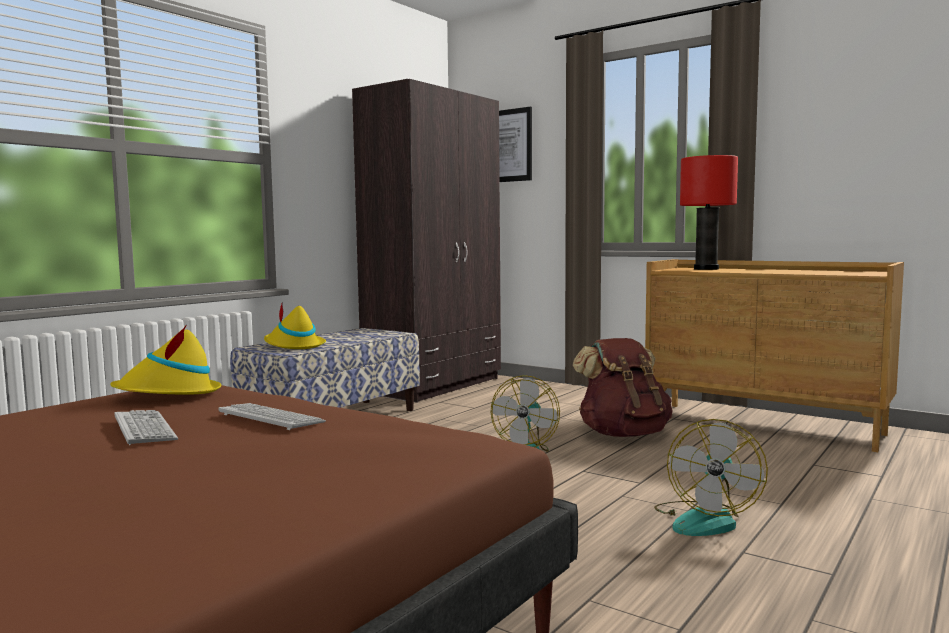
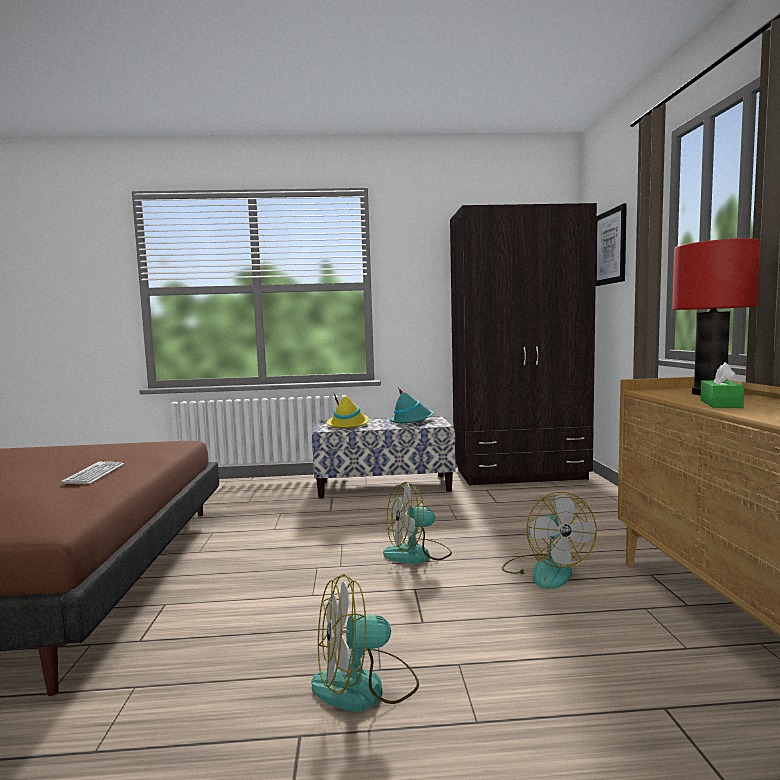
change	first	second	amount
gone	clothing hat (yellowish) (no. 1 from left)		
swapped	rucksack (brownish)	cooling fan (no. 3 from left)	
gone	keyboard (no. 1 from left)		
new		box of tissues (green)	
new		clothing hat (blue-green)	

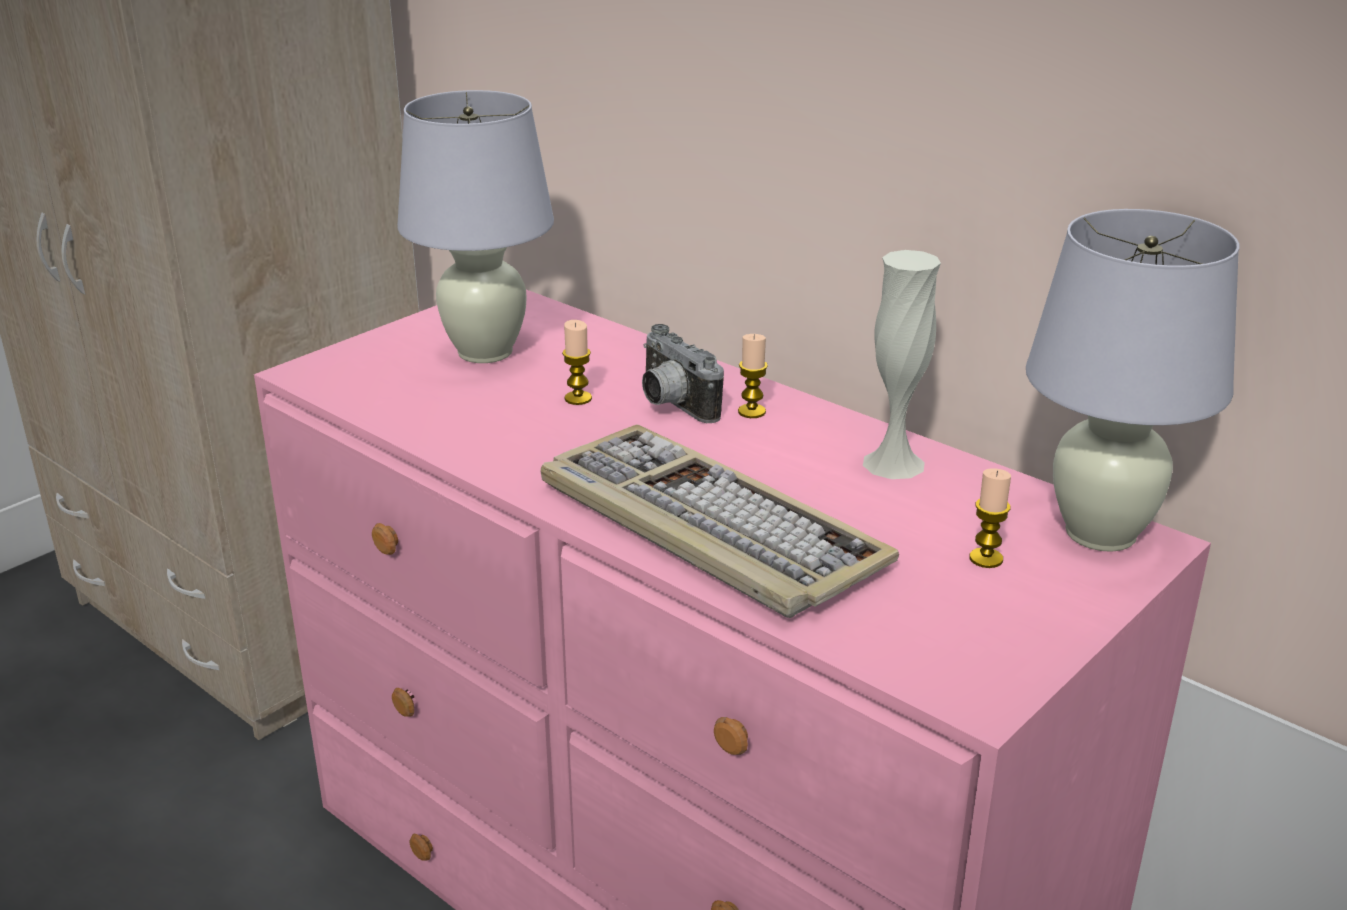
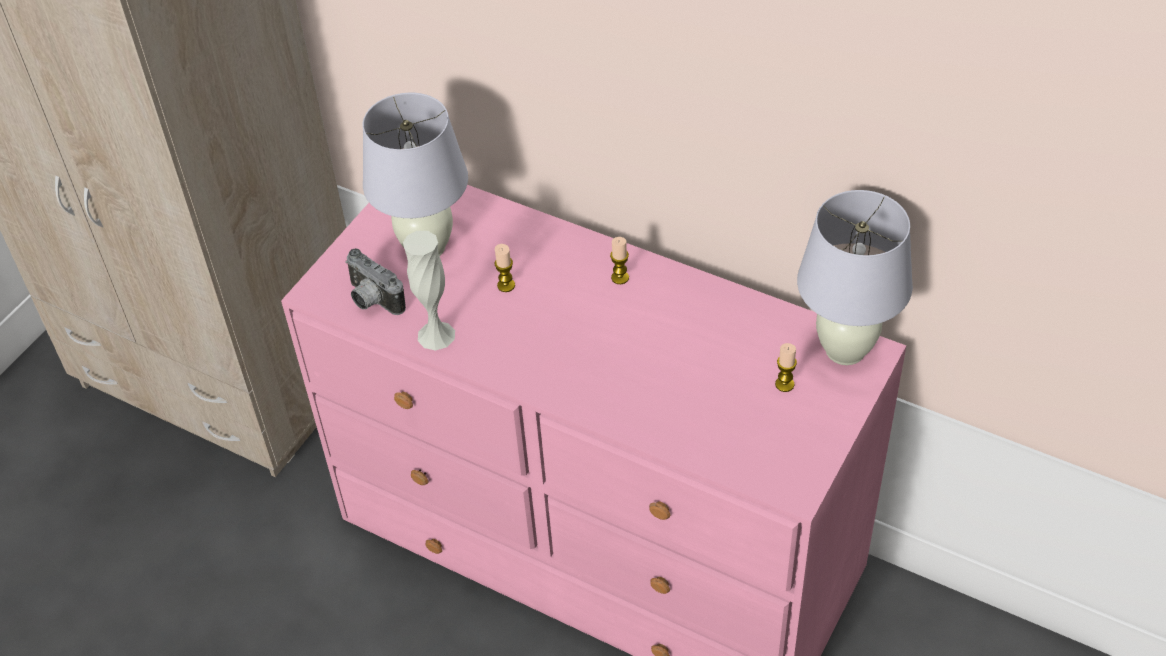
change	first	second	amount
shifted	flower vase (white)		
shifted	photo camera		
gone	keyboard		

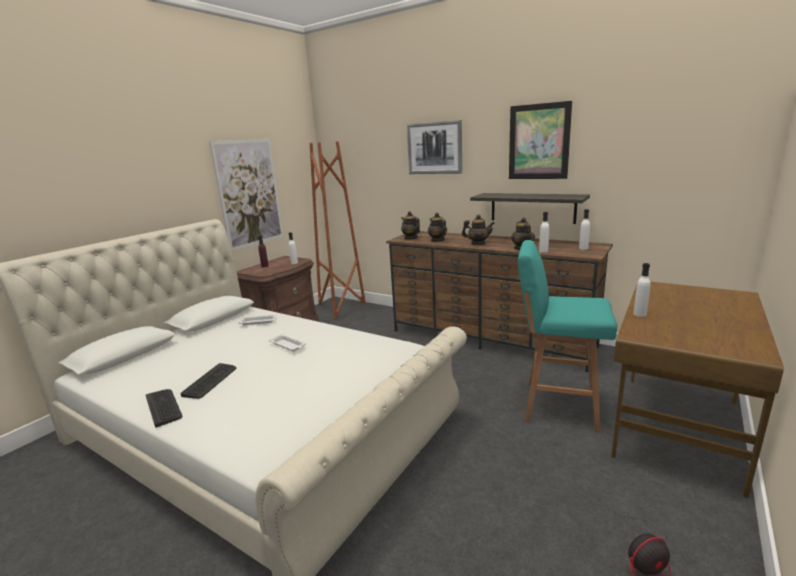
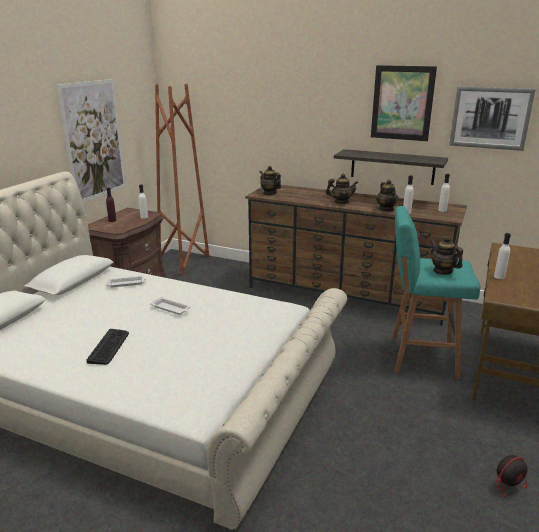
change	first	second	amount
shifted	wall art (no. 2 from left in the first image)	wall art (no. 3 from left)	
shifted	pot for tea (no. 2 from left in the first image)	pot for tea (no. 4 from left)	
gone	keyboard (no. 1 from left)		

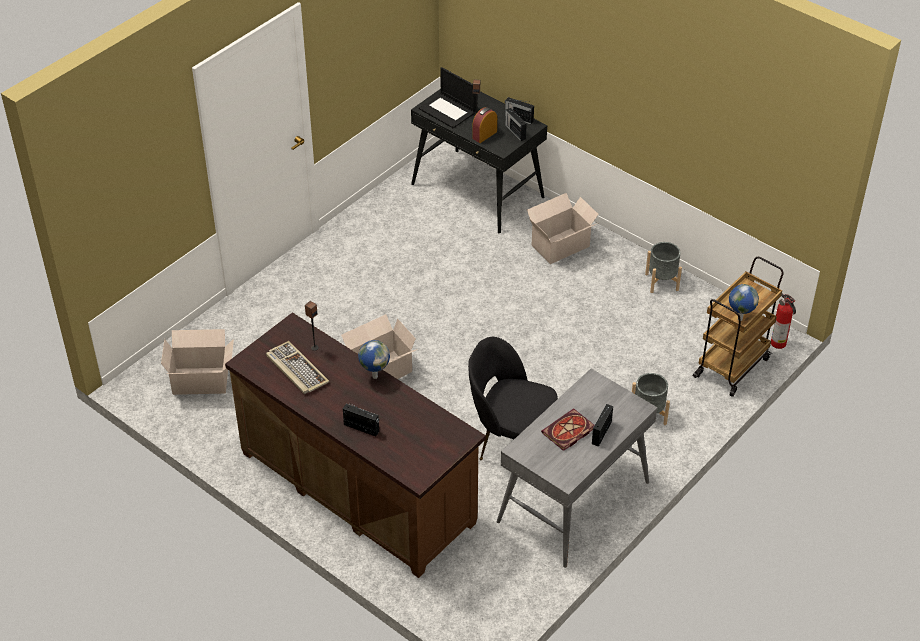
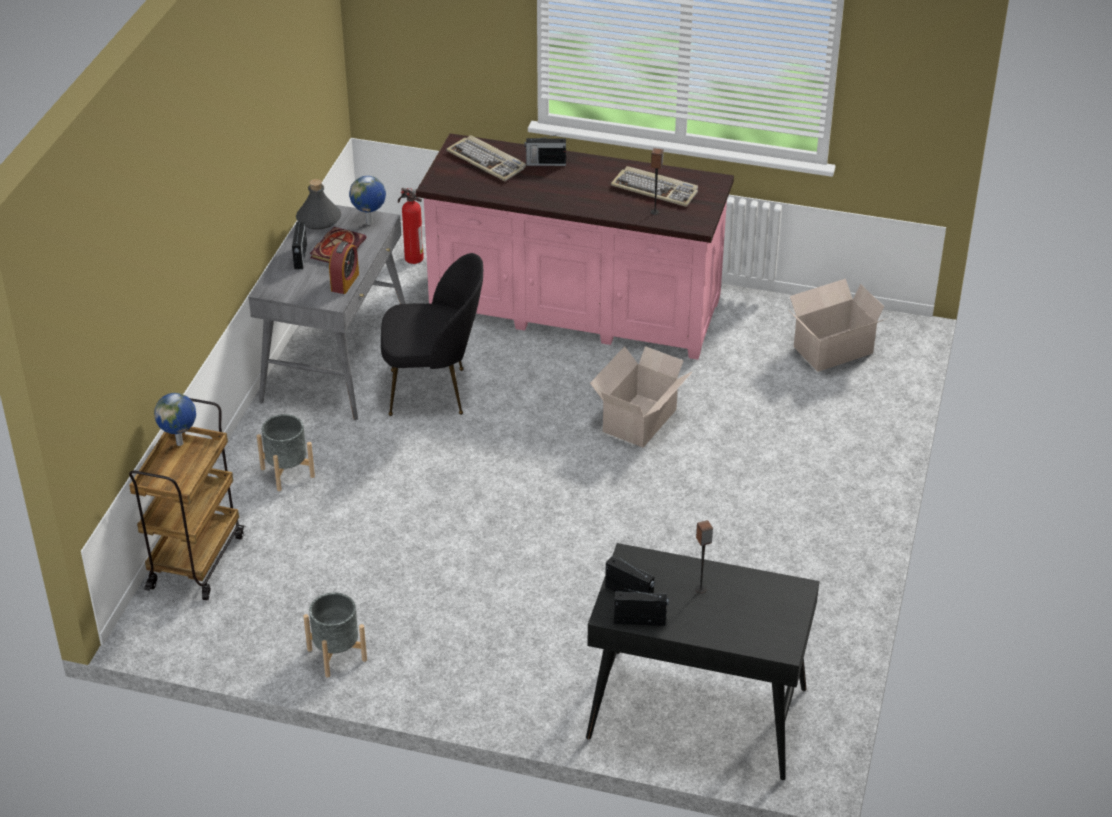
change	first	second	amount
gone	notebook computer		
shifted	alarm clock		
gone	packing box (no. 3 from left)		
shifted	fire-fighting cylinder		
repainted	cabinet (brownish)	cabinet (pinkish)	
shifted	desk globe (no. 1 from left in the first image)	desk globe (no. 2 from left)	
new		keyboard (no. 1 from left)	
new		drink bottle (gray)	

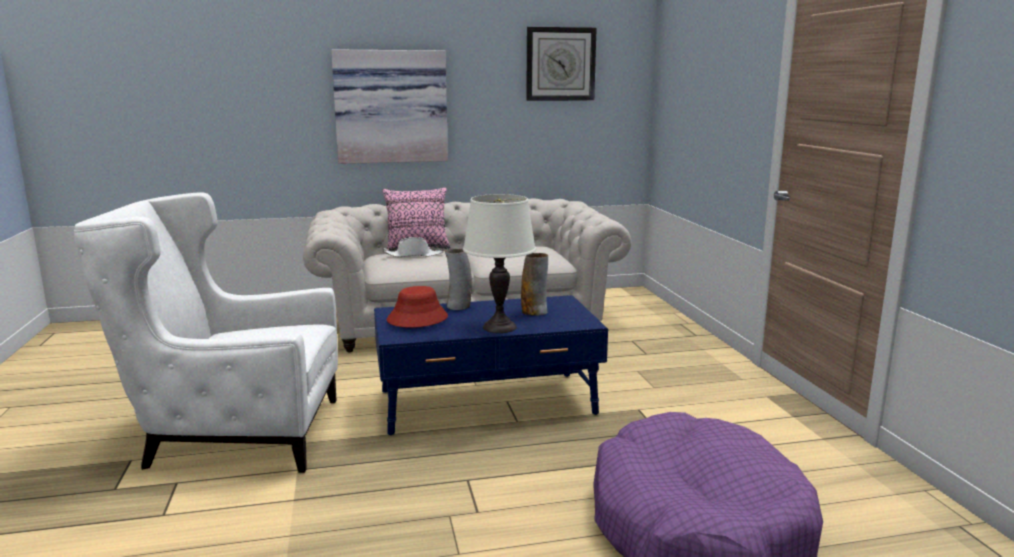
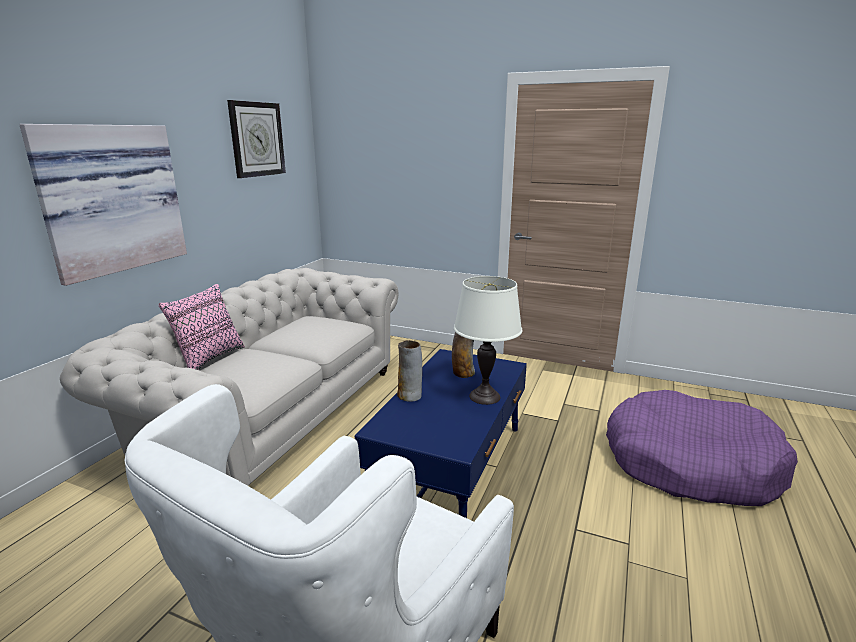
change	first	second	amount
gone	clothing hat (white)		
gone	clothing hat (red)		

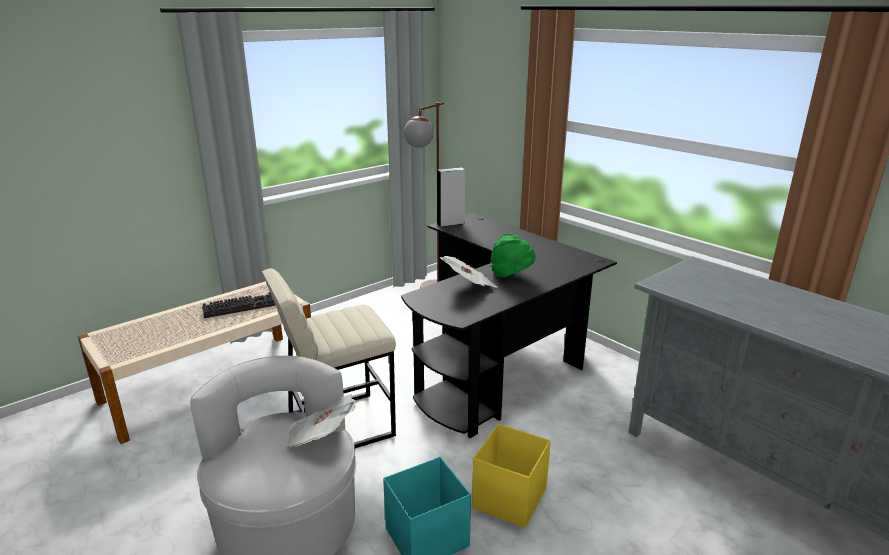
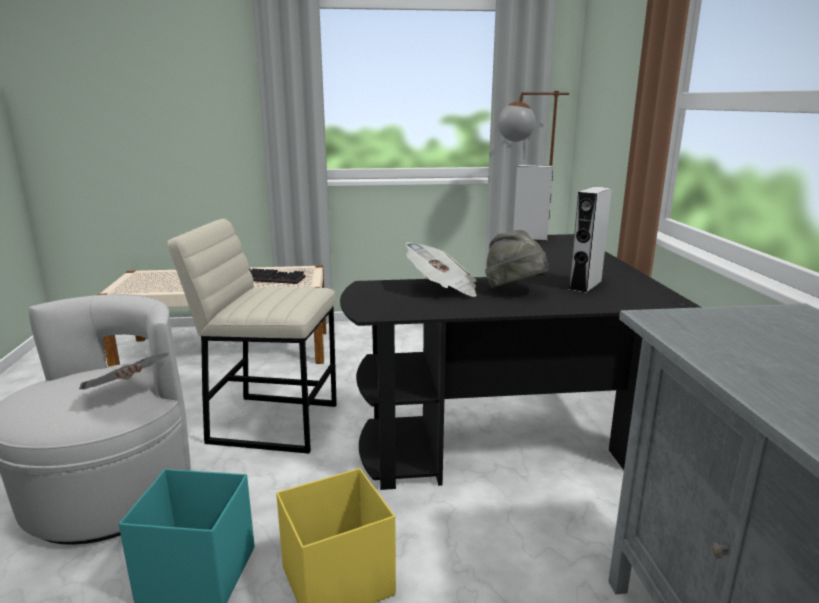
change	first	second	amount
repainted	clothing hat (green)	clothing hat (gray)	
new		audio speaker (gray) (no. 2 from left)	

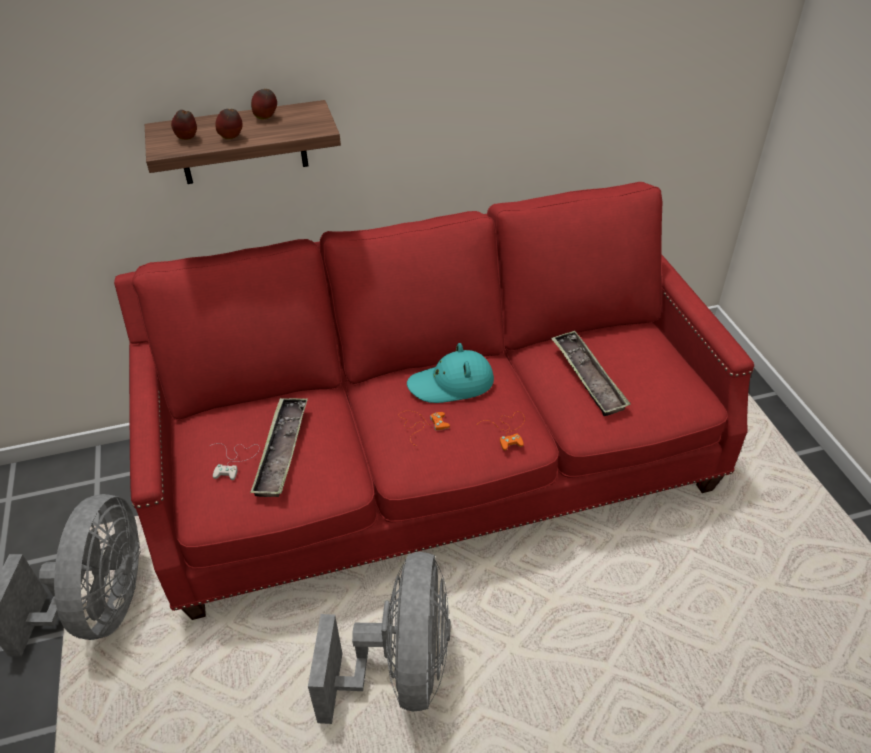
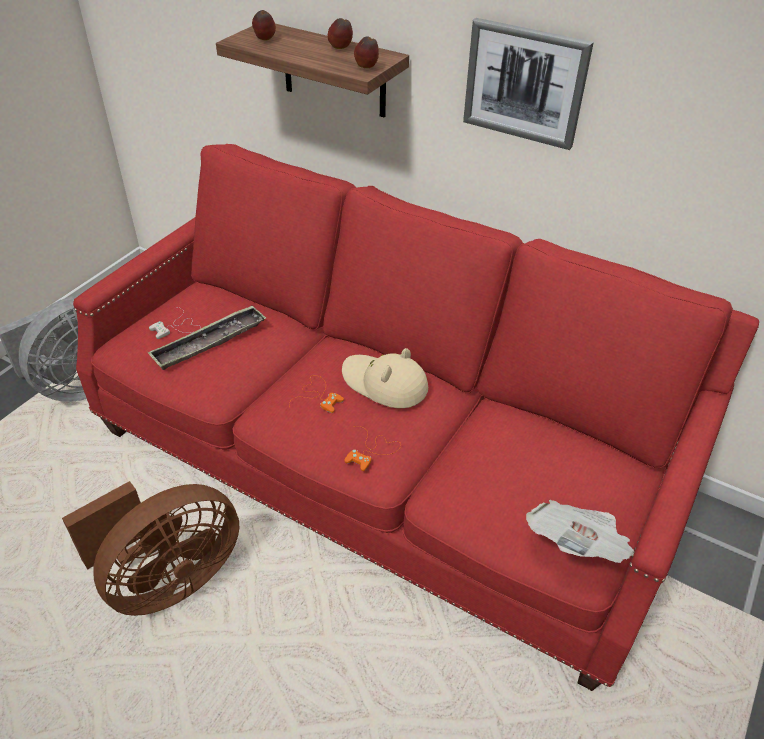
change	first	second	amount
shifted	apple (no. 2 from left in the first image)	apple (no. 3 from left)	
gone	carrying tray (no. 2 from left)		
repainted	clothing hat (blue-green)	clothing hat (sand-coloured)	
repainted	cooling fan (gray) (no. 2 from left)	cooling fan (brownish)	
new		wall art	
new		printed paper	

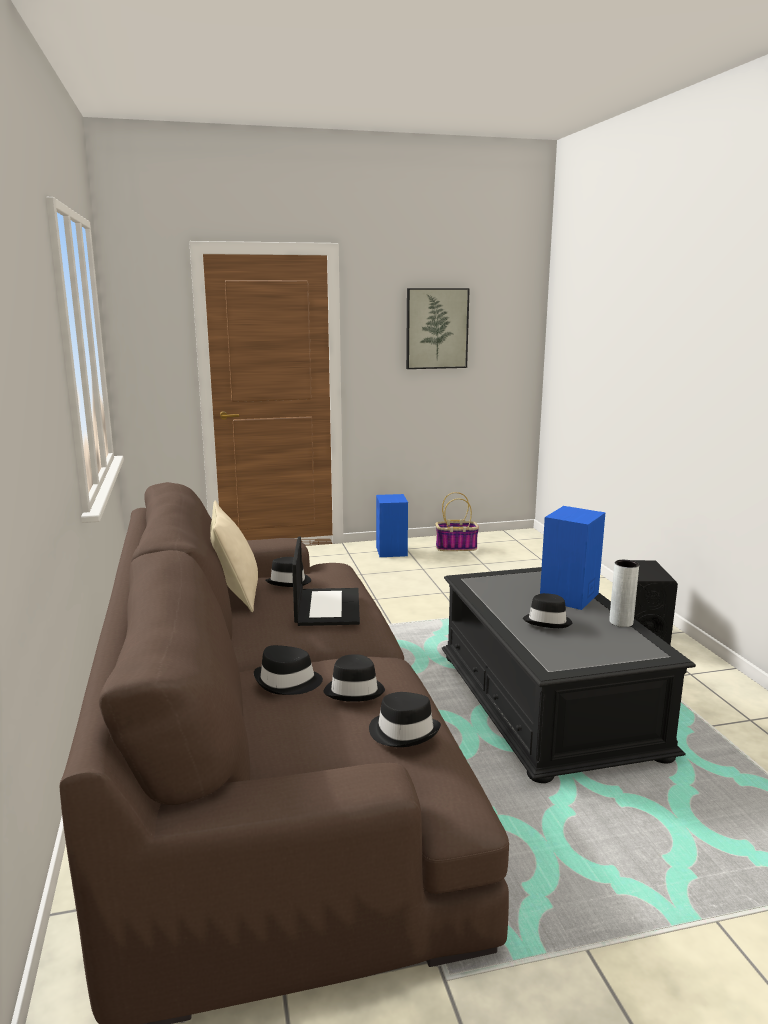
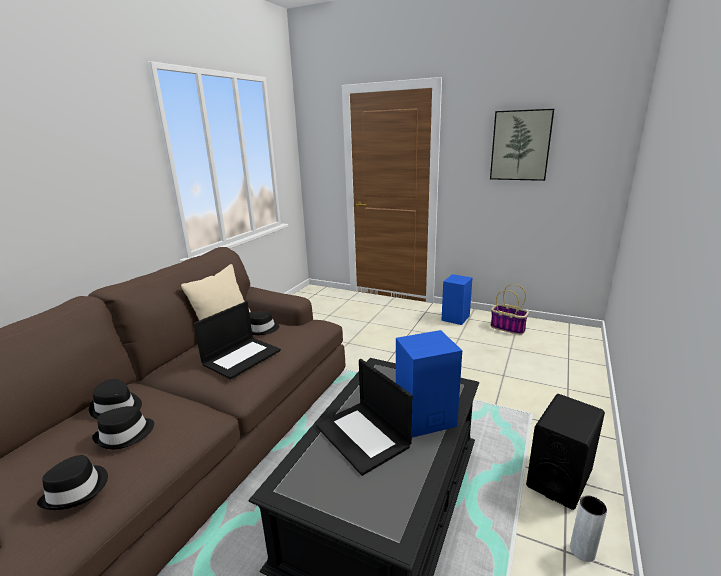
change	first	second	amount
shifted	flower vase (gray)		
swapped	clothing hat (black-coloured) (no. 5 from left)	notebook computer (no. 2 from left)	

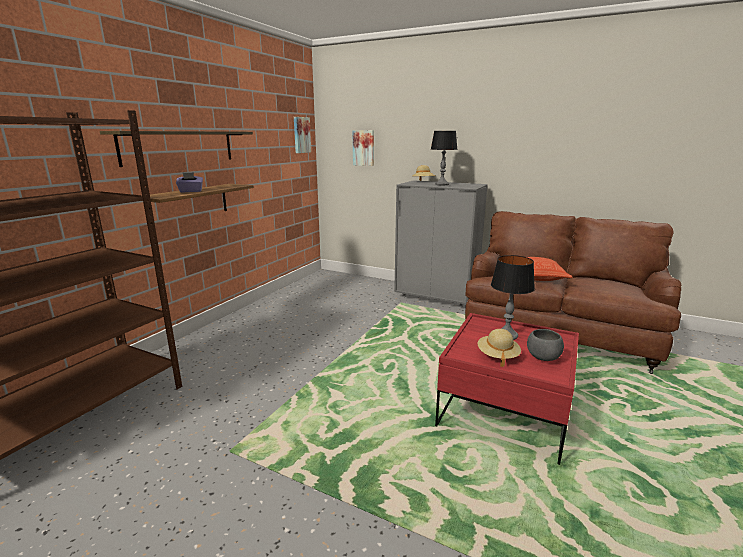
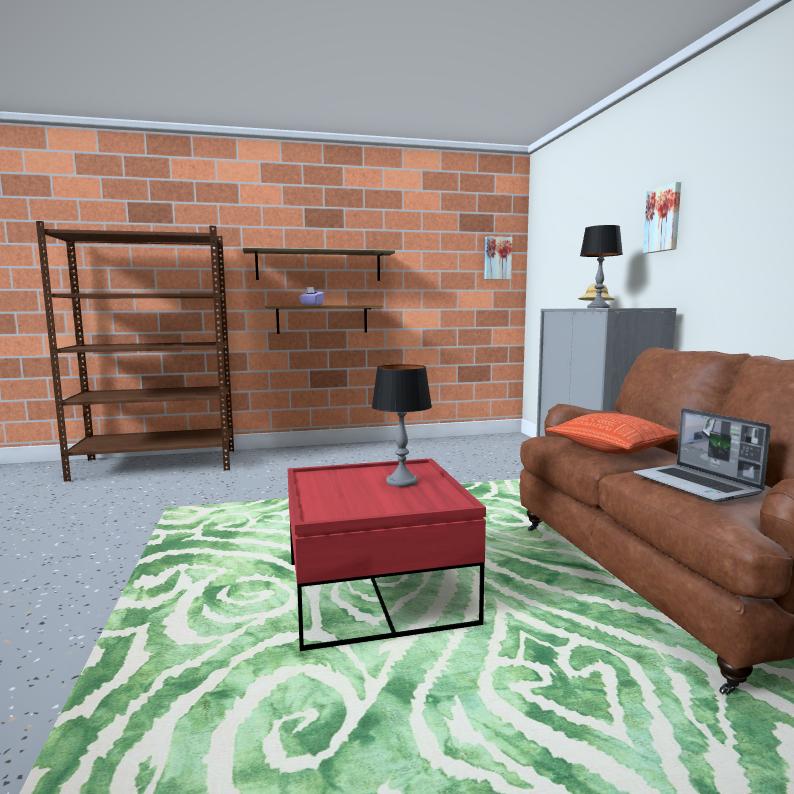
change	first	second	amount
shifted	wall art (no. 2 from left)		
gone	clothing hat (sand-coloured) (no. 2 from left)		
gone	bowl (gray)		
new		notebook computer	

